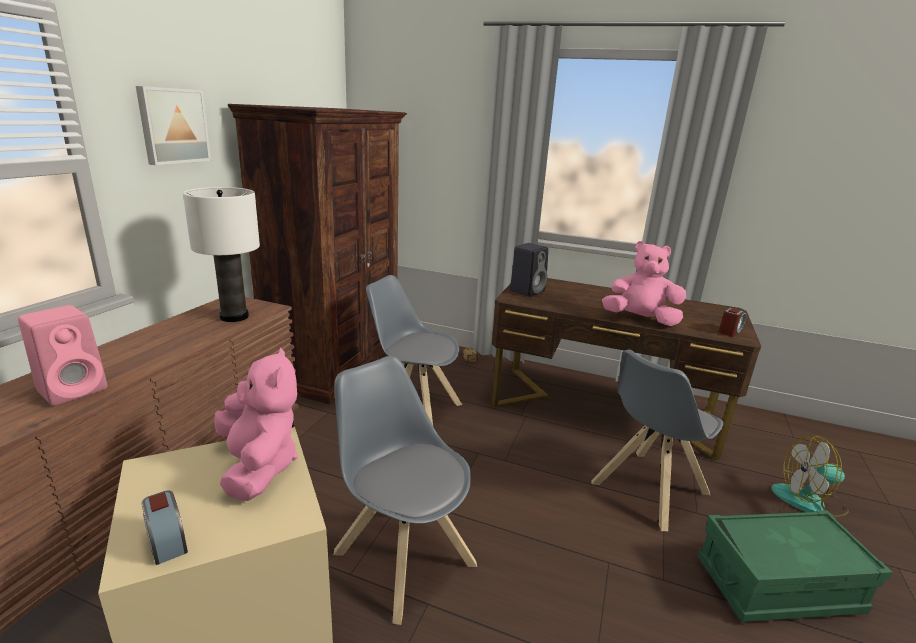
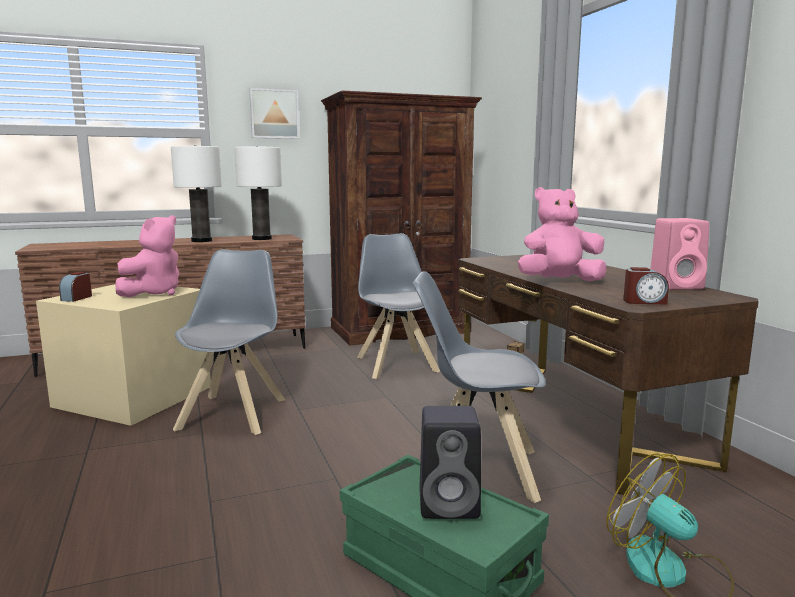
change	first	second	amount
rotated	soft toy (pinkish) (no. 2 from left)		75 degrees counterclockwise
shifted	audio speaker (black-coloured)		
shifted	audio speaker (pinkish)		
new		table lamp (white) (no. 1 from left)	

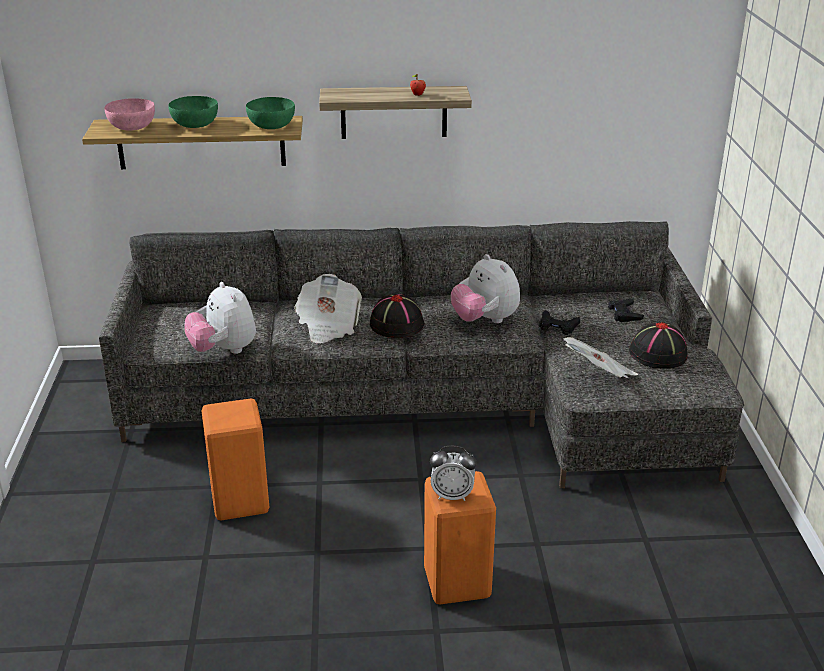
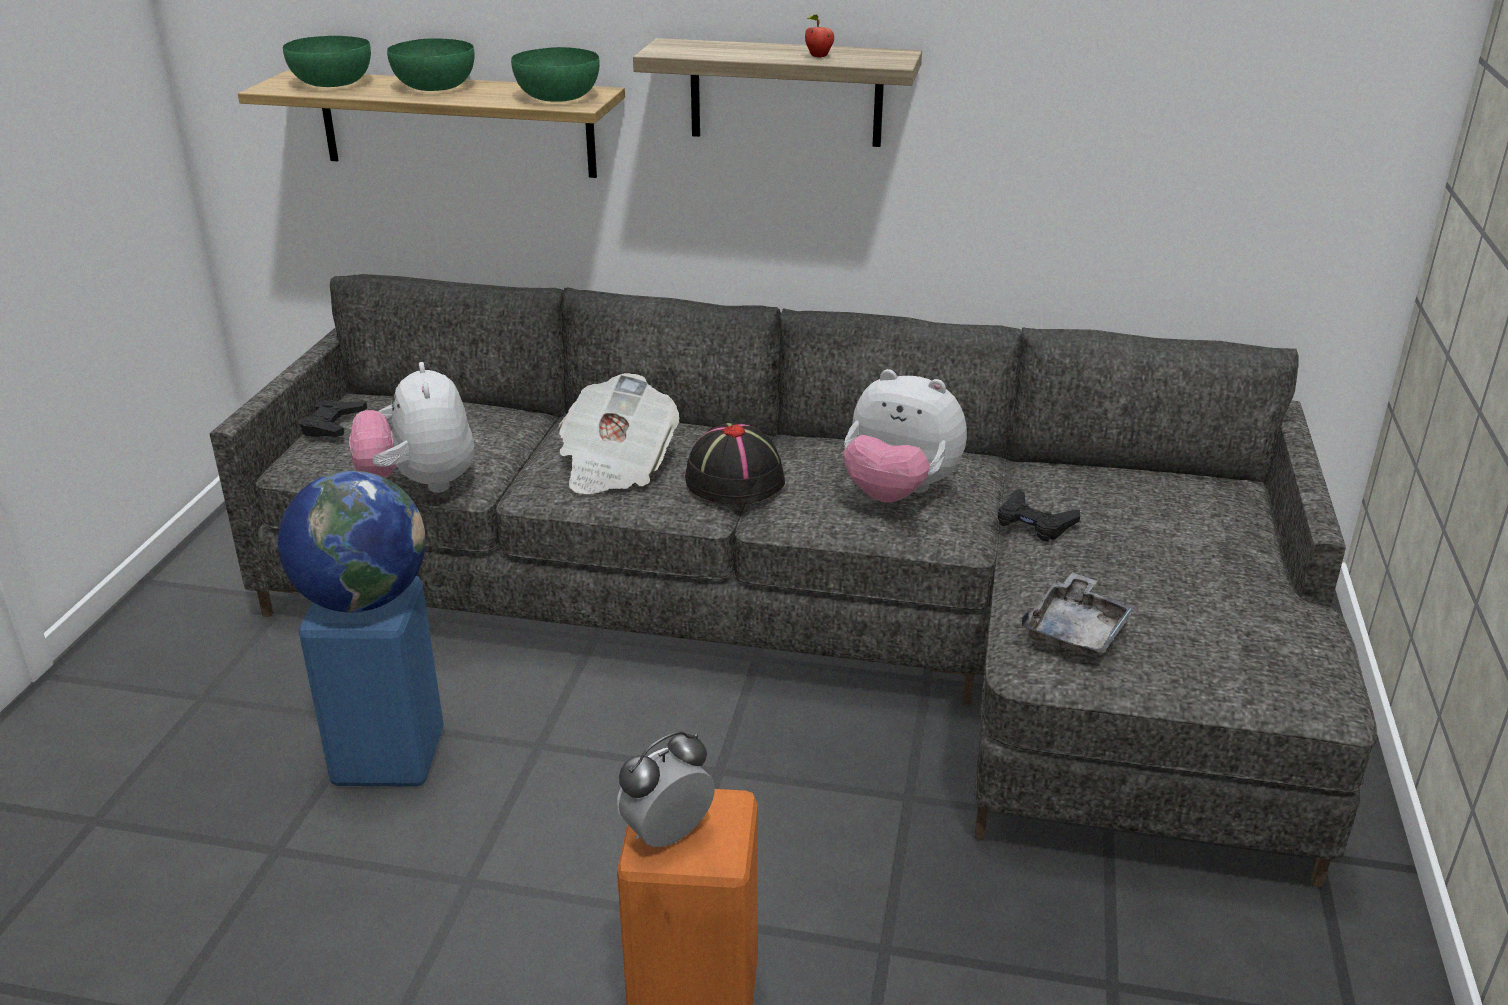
change	first	second	amount
repainted	bowl (pinkish)	bowl (green) (no. 1 from left)	
rotated	soft toy (no. 2 from left)		45 degrees counterclockwise
shifted	gamepad (black-coloured) (no. 2 from left in the first image)	gamepad (black-coloured) (no. 1 from left)	
gone	clothing hat (black-coloured) (no. 2 from left)		
swapped	printed paper (no. 2 from left)	carrying tray (gray)	
repainted	stool (orangey) (no. 1 from left)	stool (bluish)	
rotated	alarm clock		120 degrees clockwise
new		desk globe	

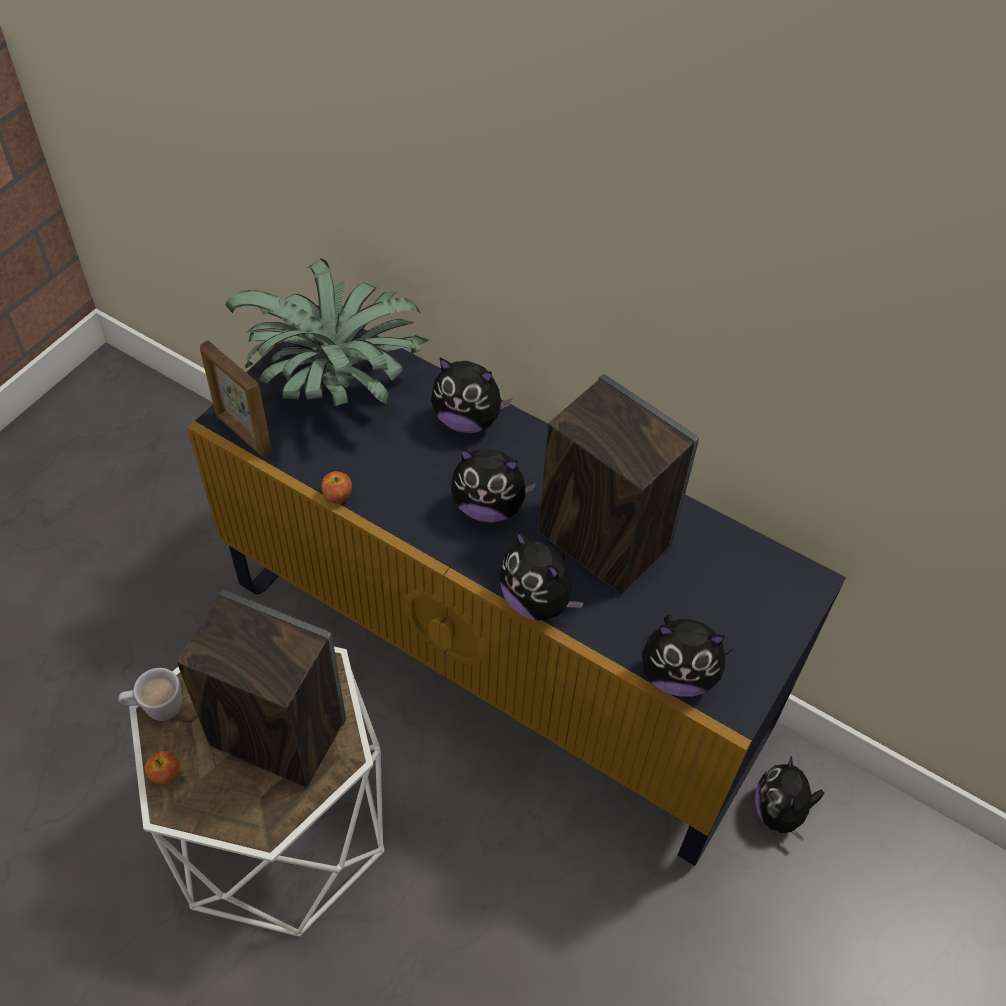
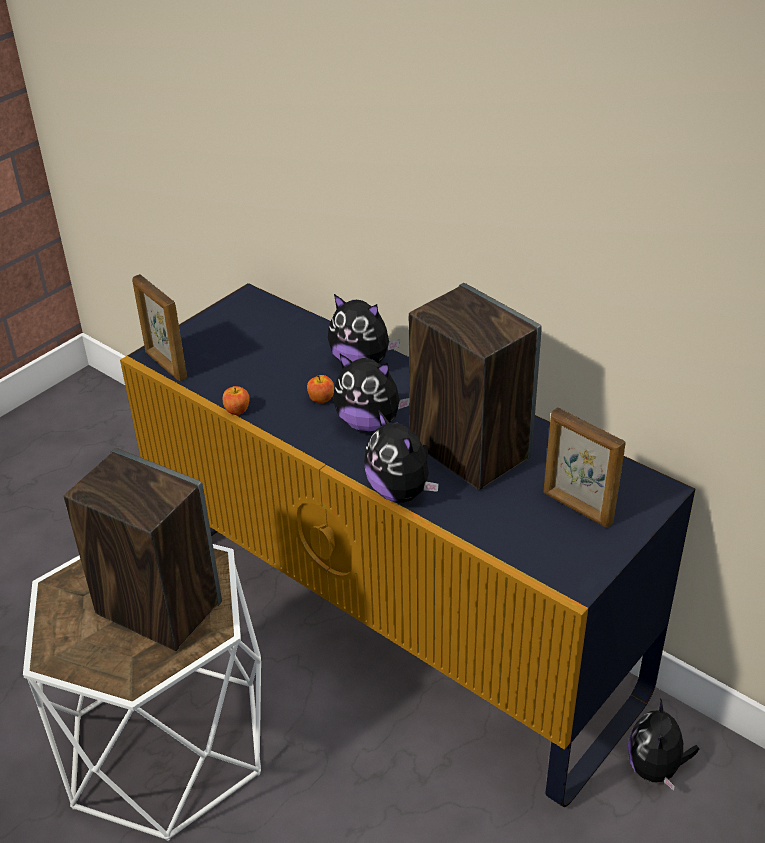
change	first	second	amount
gone	potted plant		
gone	soft toy (no. 4 from left)		
gone	coffee mug (white)		
shifted	apple (no. 1 from left in the first image)	apple (no. 2 from left)	
new		standing frame (no. 2 from left)	

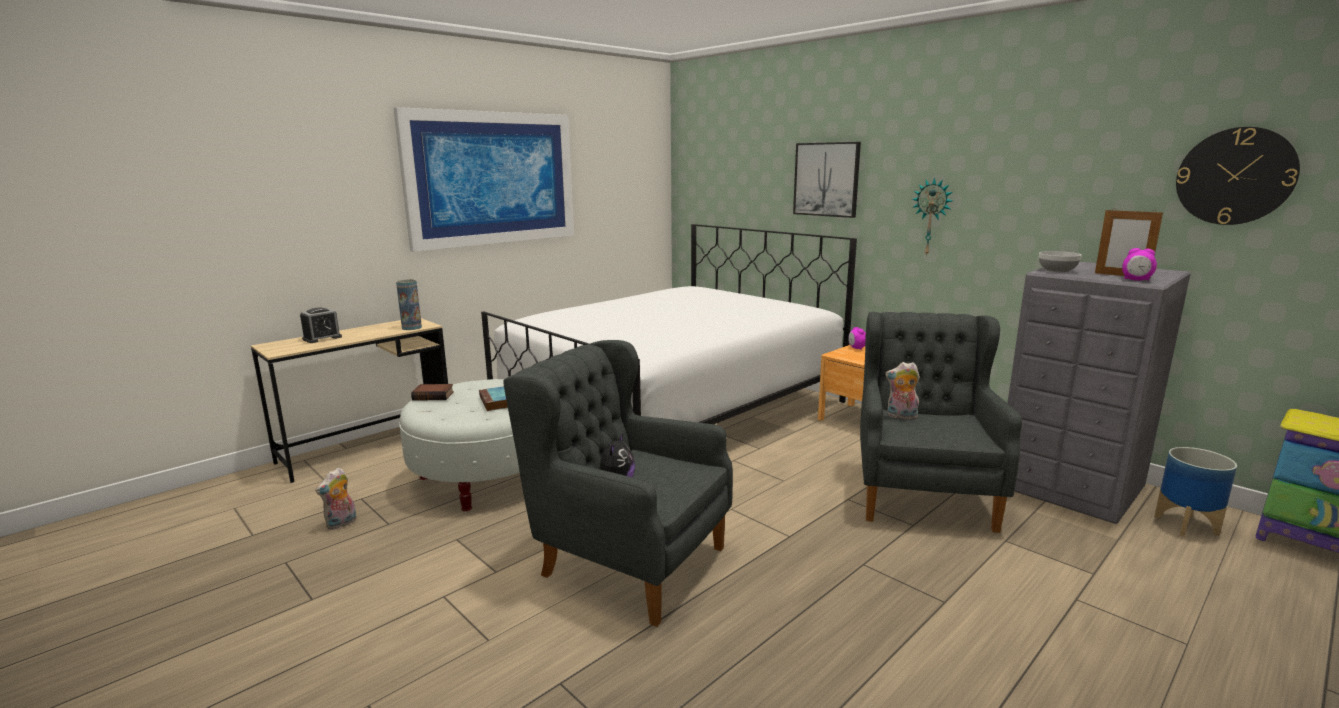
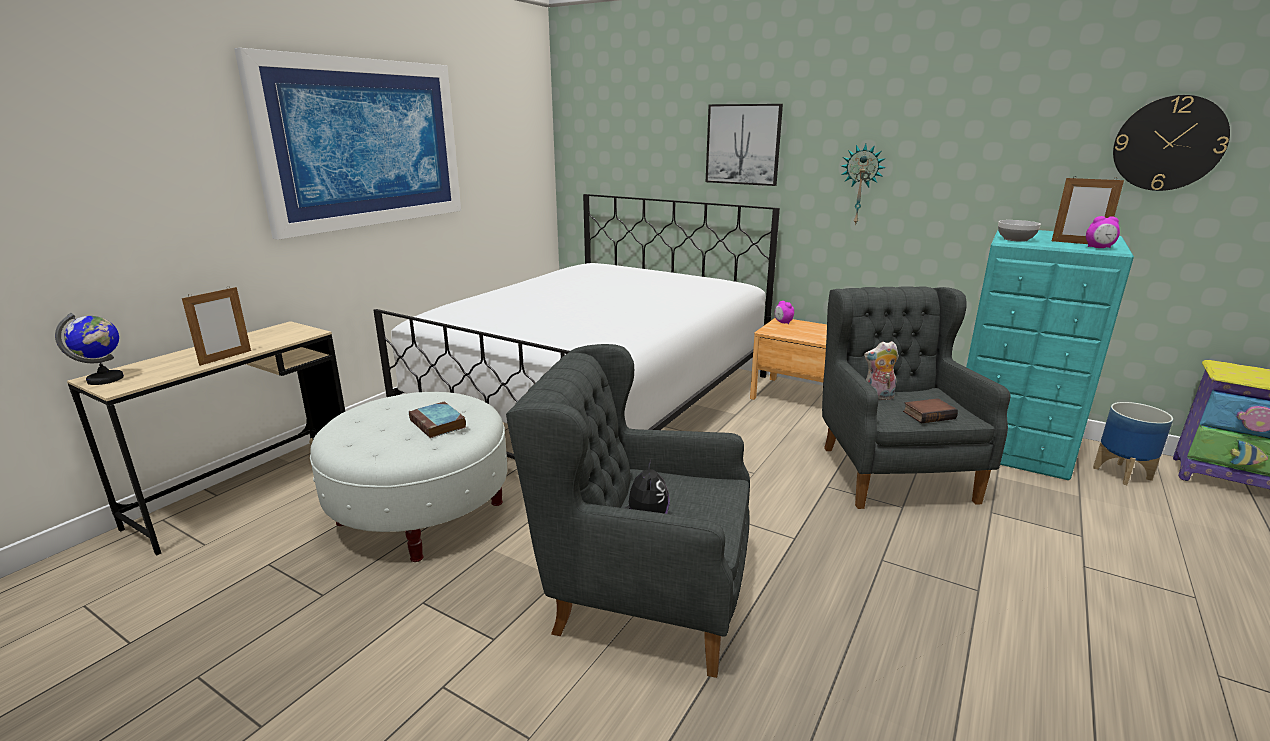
change	first	second	amount
repainted	dresser (gray)	dresser (blue-green)	
gone	flower vase		
gone	alarm clock (no. 1 from left)		
shifted	book (no. 1 from left in the first image)	book (no. 2 from left)	
gone	soft toy (no. 1 from left)		
new		standing frame (no. 1 from left)	
new		desk globe	

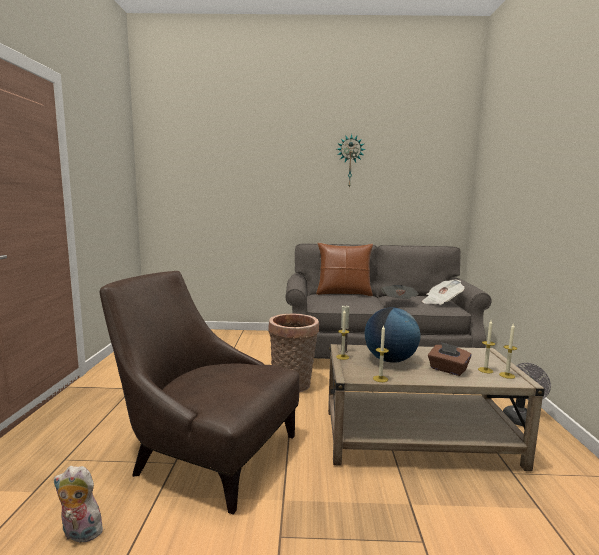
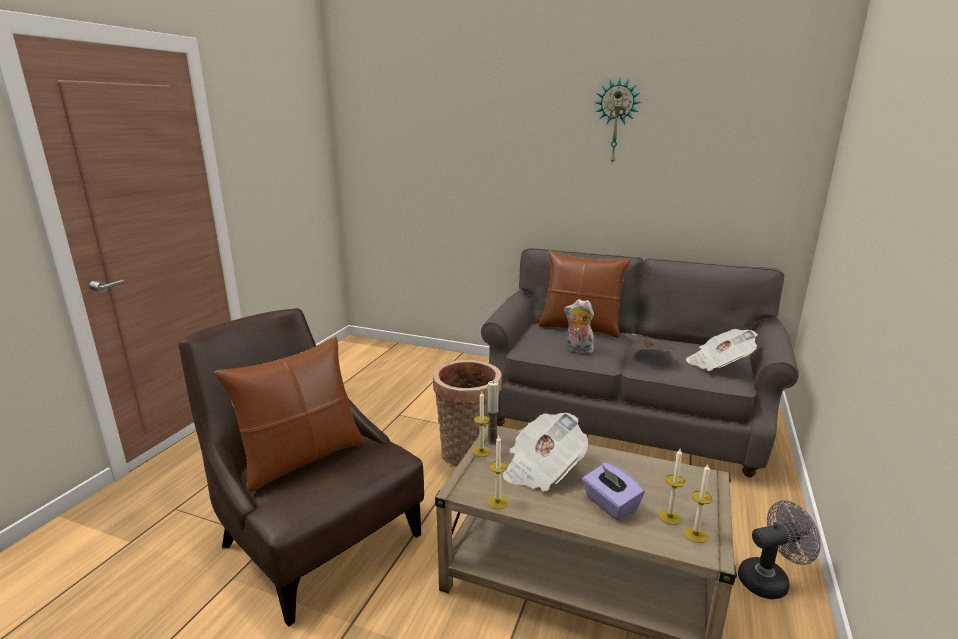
change	first	second	amount
swapped	desk globe	printed paper (no. 1 from left)	
repainted	box of tissues (brownish)	box of tissues (purplish)	
shifted	soft toy		
new		pillow (brownish) (no. 1 from left)	

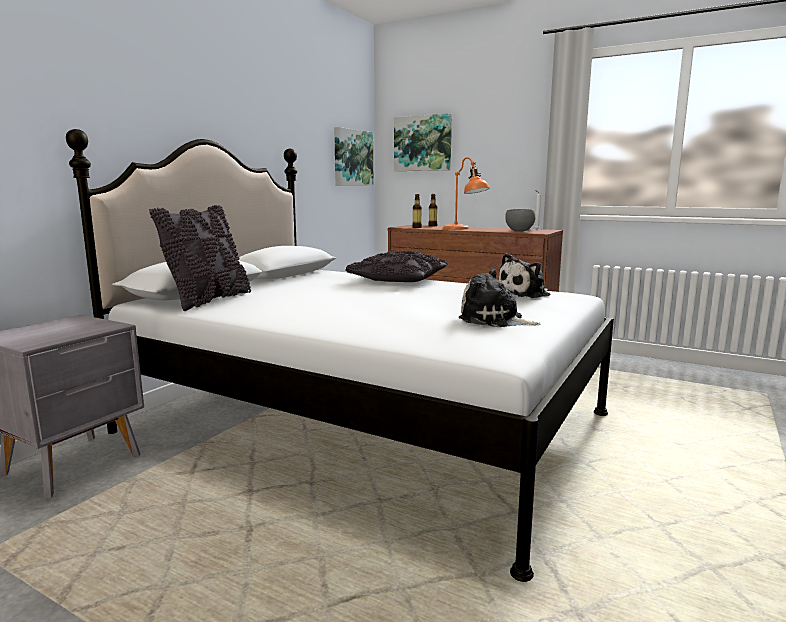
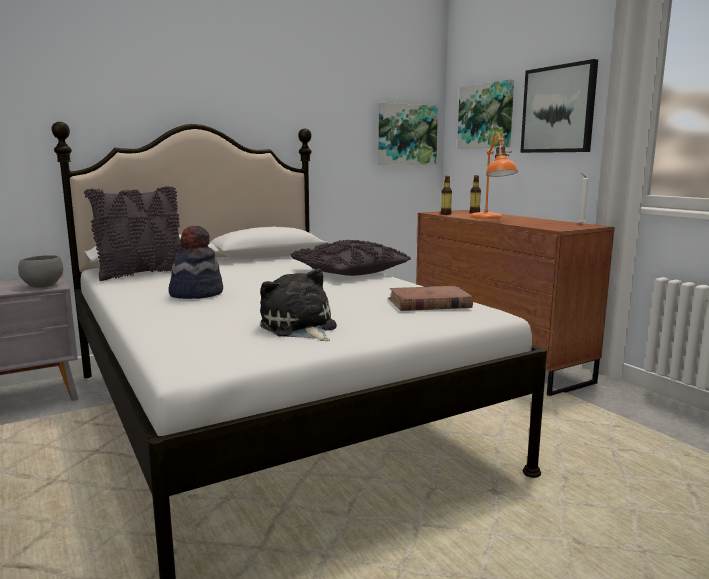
change	first	second	amount
shifted	bowl (gray)		
swapped	soft toy (no. 2 from left)	book (brownish)	
new		wall art (no. 3 from left)	
new		clothing hat	

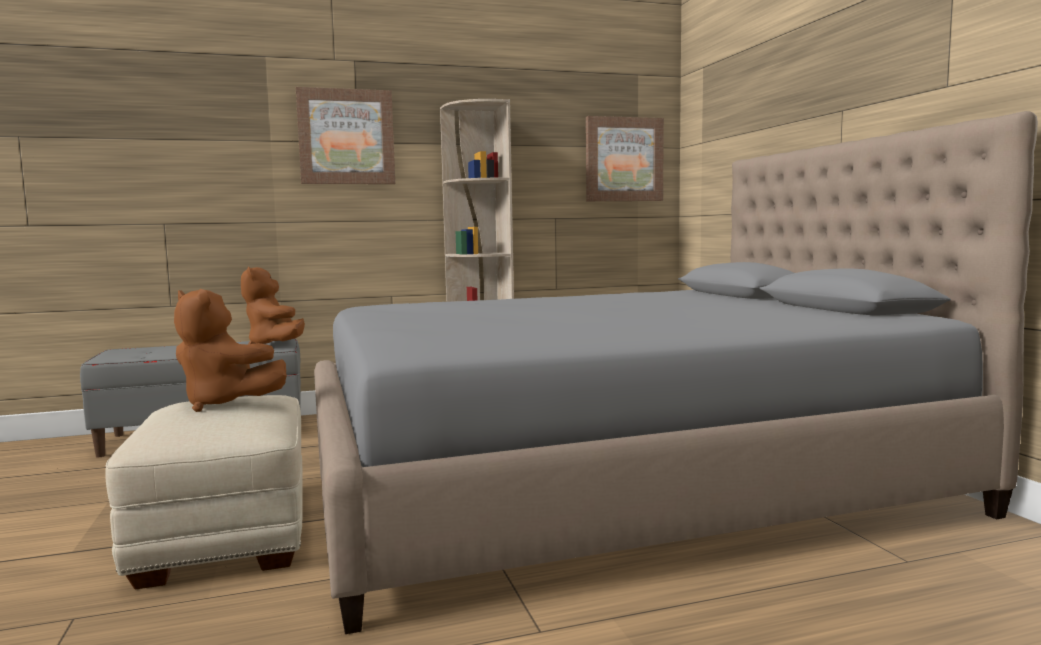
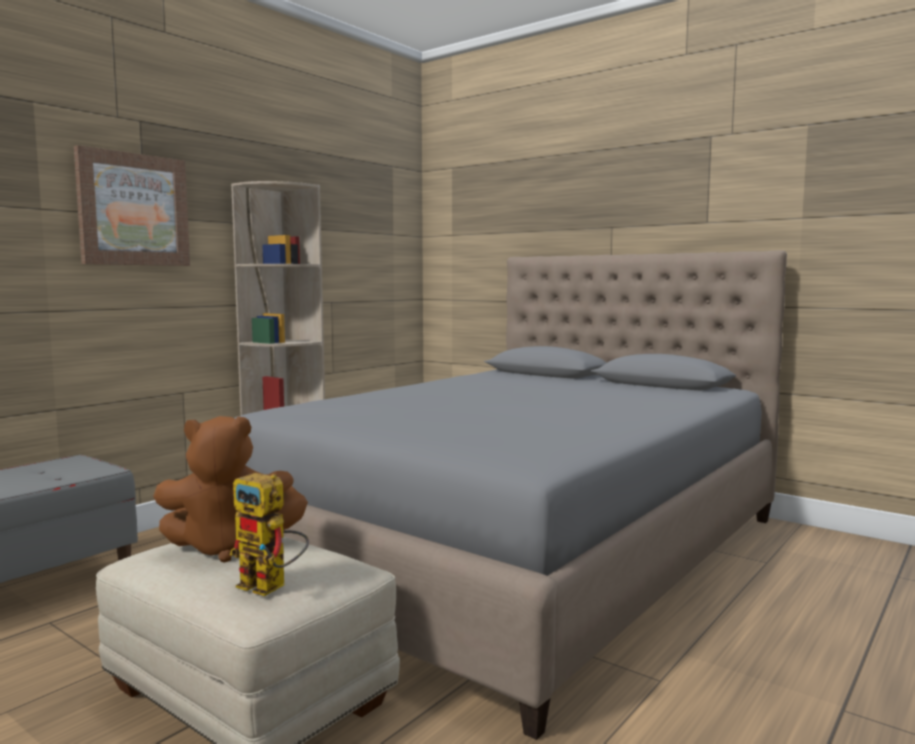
change	first	second	amount
gone	wall art (no. 2 from left)		
gone	soft toy (brownish) (no. 2 from left)		
new		model robot	

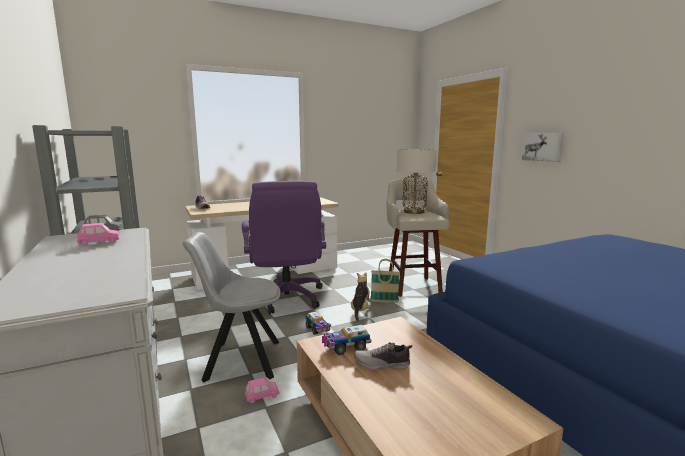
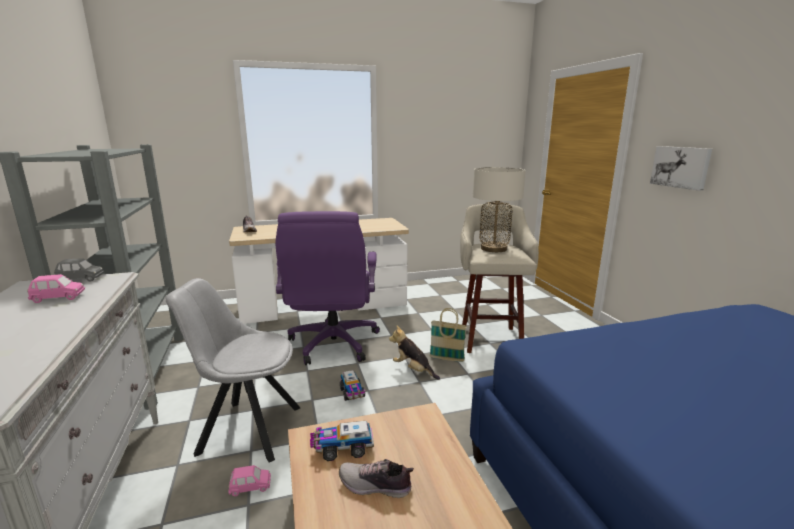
change	first	second	amount
rotated	soft toy		75 degrees counterclockwise

